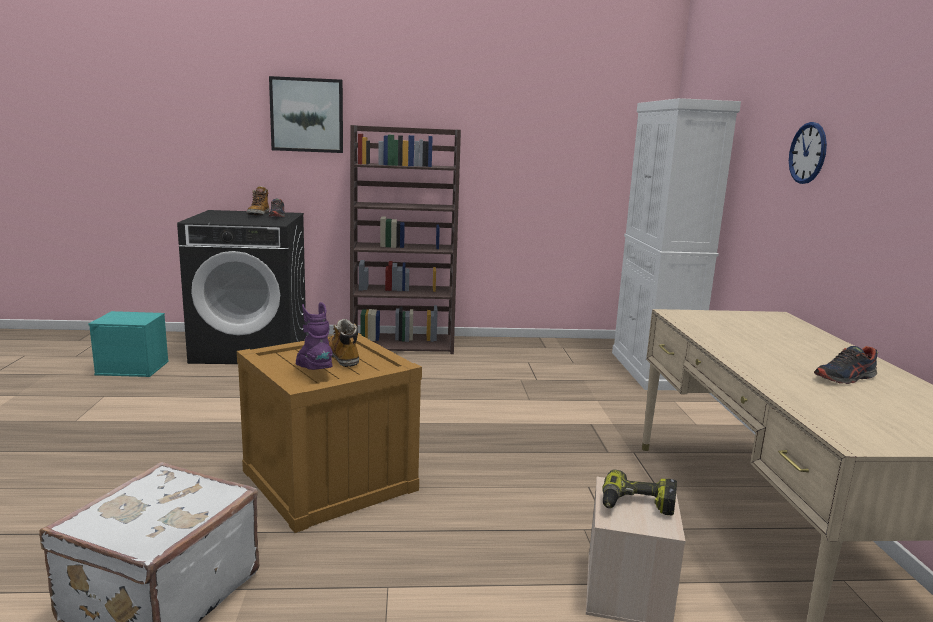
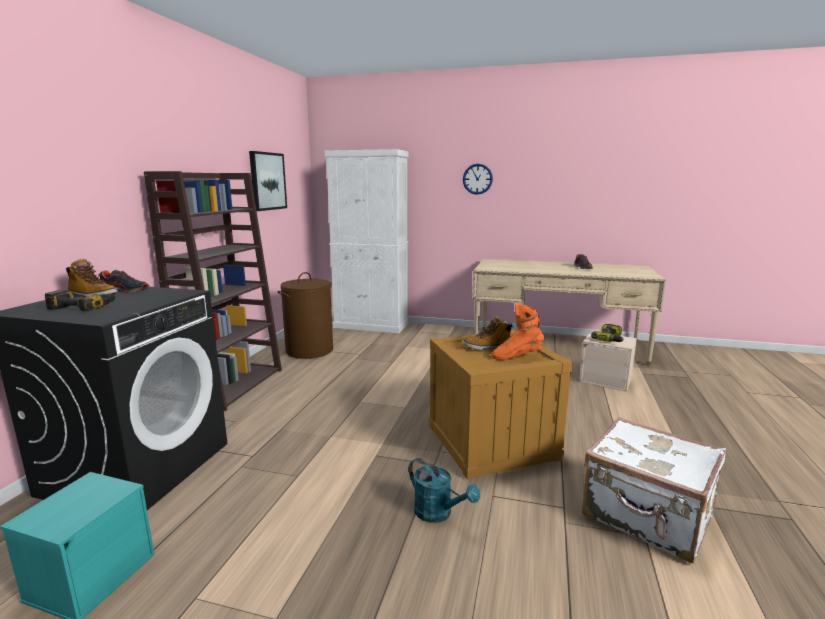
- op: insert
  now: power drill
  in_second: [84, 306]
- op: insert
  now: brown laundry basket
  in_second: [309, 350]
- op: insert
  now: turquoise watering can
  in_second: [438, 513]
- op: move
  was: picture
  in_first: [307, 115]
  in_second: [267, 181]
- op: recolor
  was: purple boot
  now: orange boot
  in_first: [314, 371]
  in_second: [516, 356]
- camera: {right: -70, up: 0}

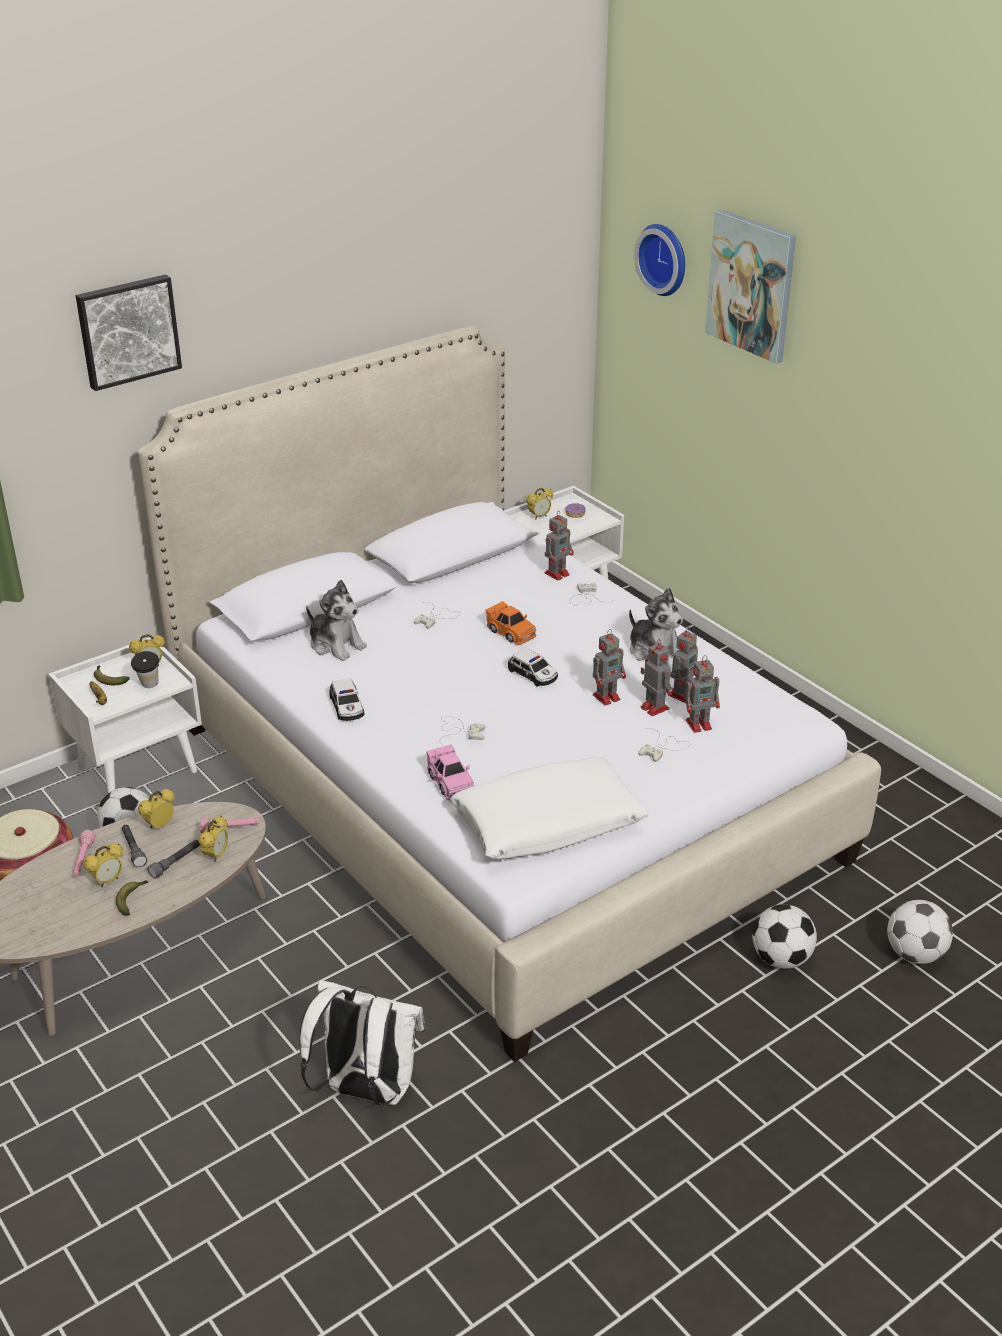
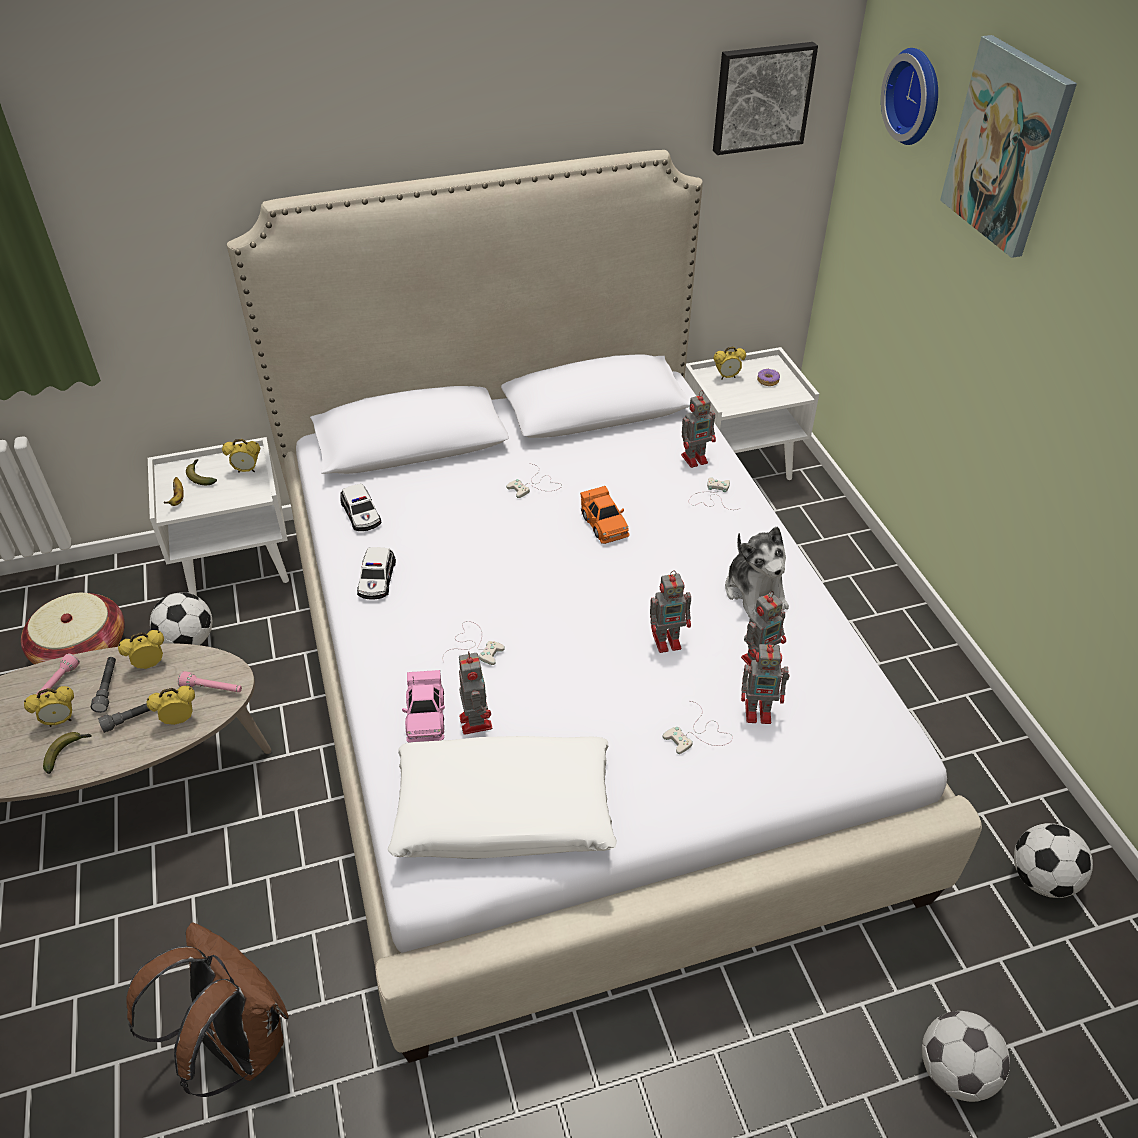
- op: delete
  was: cup
  in_first: [149, 687]
- op: delete
  was: plush toy
  in_first: [336, 645]
- op: move
  was: picture
  in_first: [127, 331]
  in_second: [761, 97]
- op: move
  was: toy car
  in_first: [533, 674]
  in_second: [361, 514]
- op: move
  was: toy robot
  in_first: [653, 707]
  in_second: [475, 720]
- op: move
  was: football
  in_first: [781, 959]
  in_second: [1041, 878]
- op: recolor
  was: white backpack
  now: brown backpack
  in_first: [365, 1090]
  in_second: [236, 1043]
- op: rotate
  was: alarm clock
  in_first: [216, 855]
  in_second: [179, 720]
  clockwise: -150
- camera: {right: 20, up: 10}

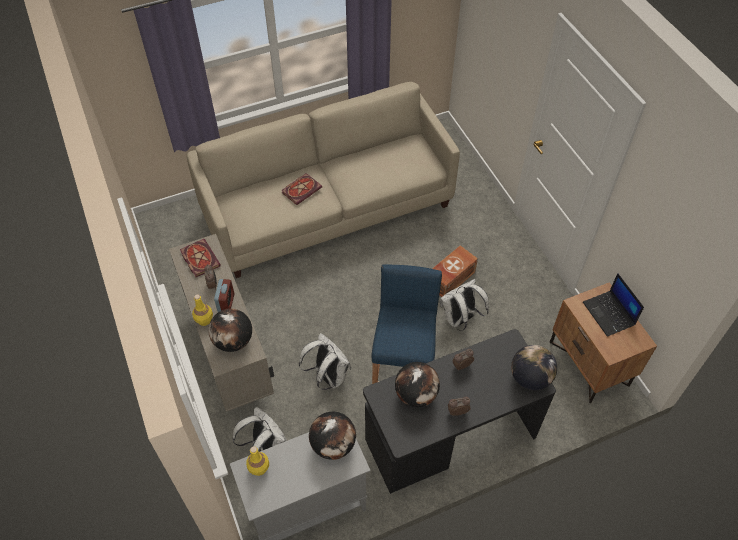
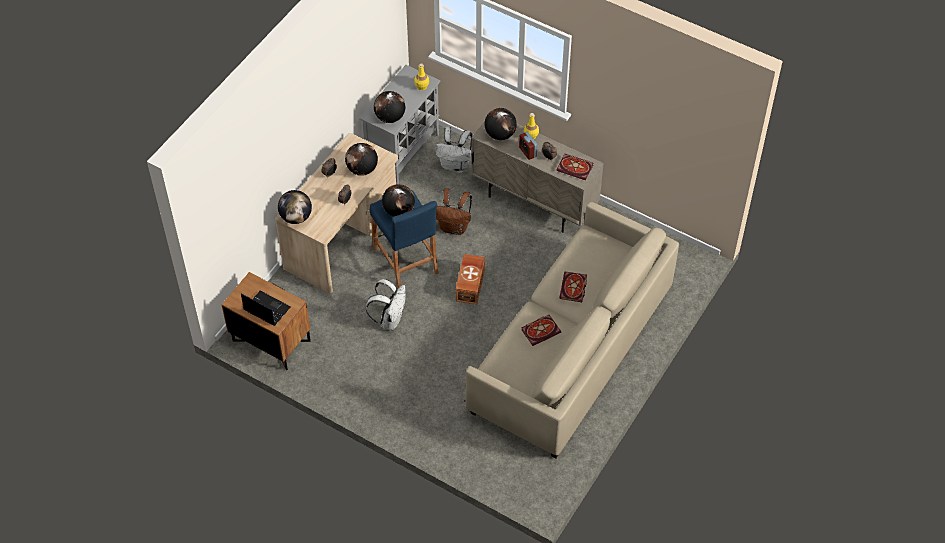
- op: insert
  now: globe
  in_second: [398, 211]
- op: insert
  now: book
  in_second: [541, 330]
- op: move
  was: brown storage box
  in_first: [450, 278]
  in_second: [471, 284]
- op: recolor
  was: white backpack
  now: brown backpack
  in_first: [328, 376]
  in_second: [454, 227]
- op: recolor
  was: black desk
  now: beige desk
  in_first: [450, 437]
  in_second: [342, 237]
- camera: {right: 145, up: 0}

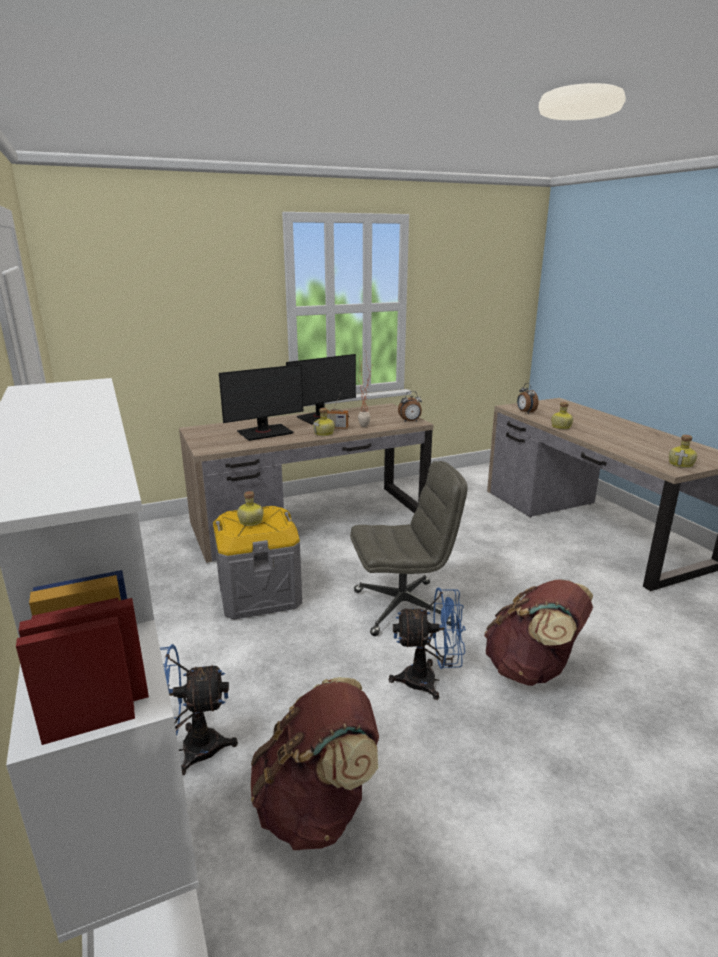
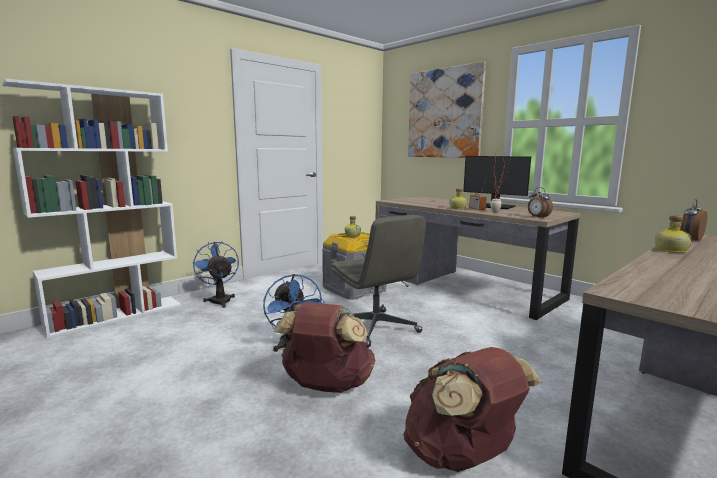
- op: delete
  was: monitor
  in_first: [264, 432]
- op: delete
  was: bottle
  in_first: [681, 464]
- op: insert
  now: picture
  in_second: [444, 113]
- op: move
  was: brown backpack
  in_first: [317, 807]
  in_second: [461, 456]
- camera: {right: 70, up: -10}

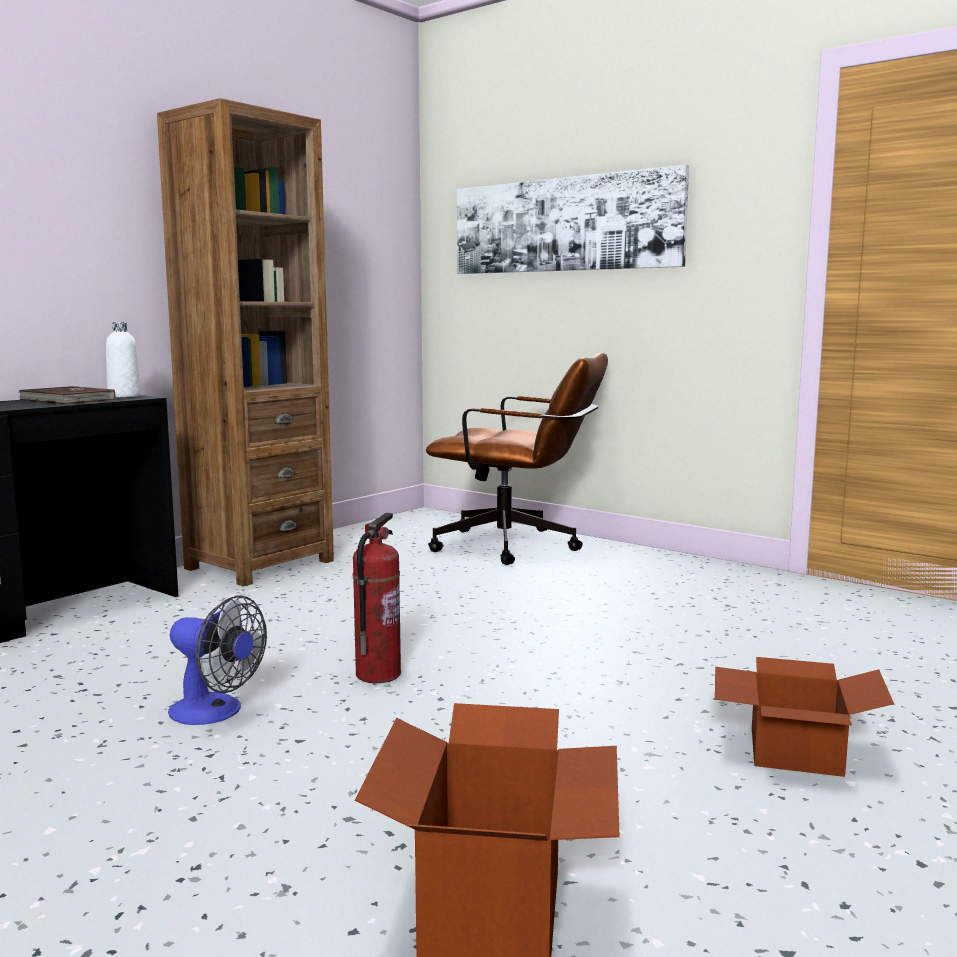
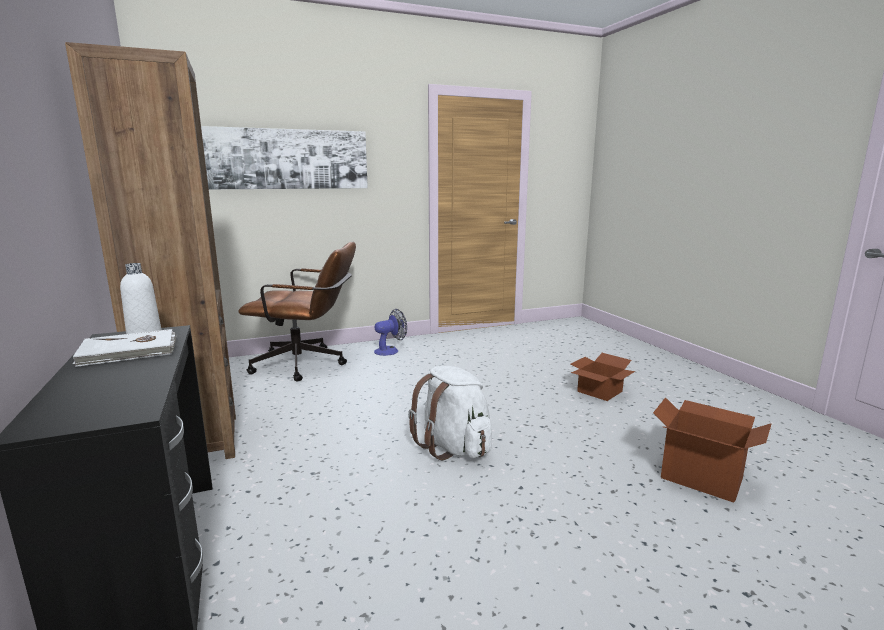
- op: move
  was: fan
  in_first: [215, 712]
  in_second: [390, 350]
- op: replace
  was: fire extinguisher
  now: white backpack
  in_first: [377, 674]
  in_second: [453, 447]
- op: recolor
  was: brown book
  now: white book
  in_first: [66, 400]
  in_second: [129, 352]
- op: rotate
  was: brown office chair
  in_first: [518, 547]
  in_second: [307, 365]
  clockwise: 45
- camera: {right: -60, up: 5}

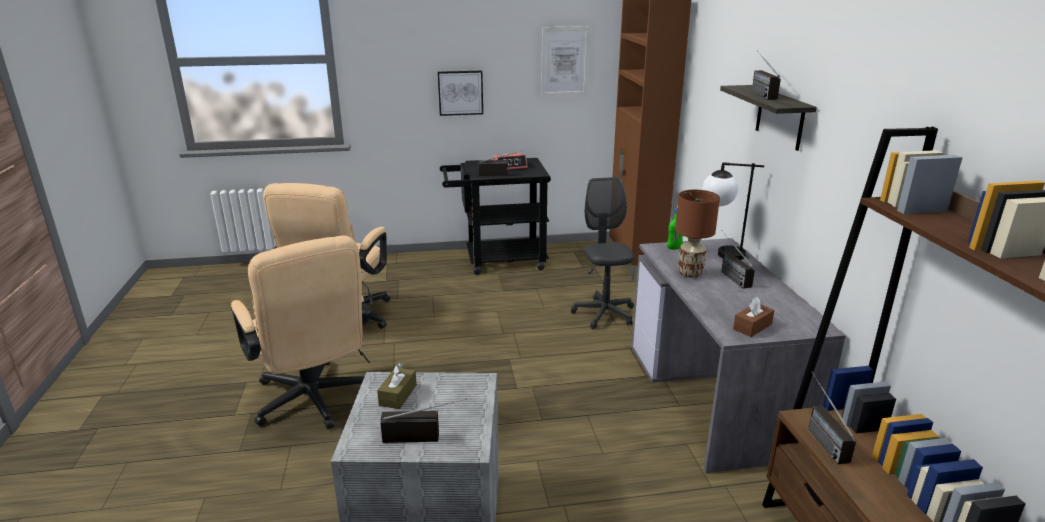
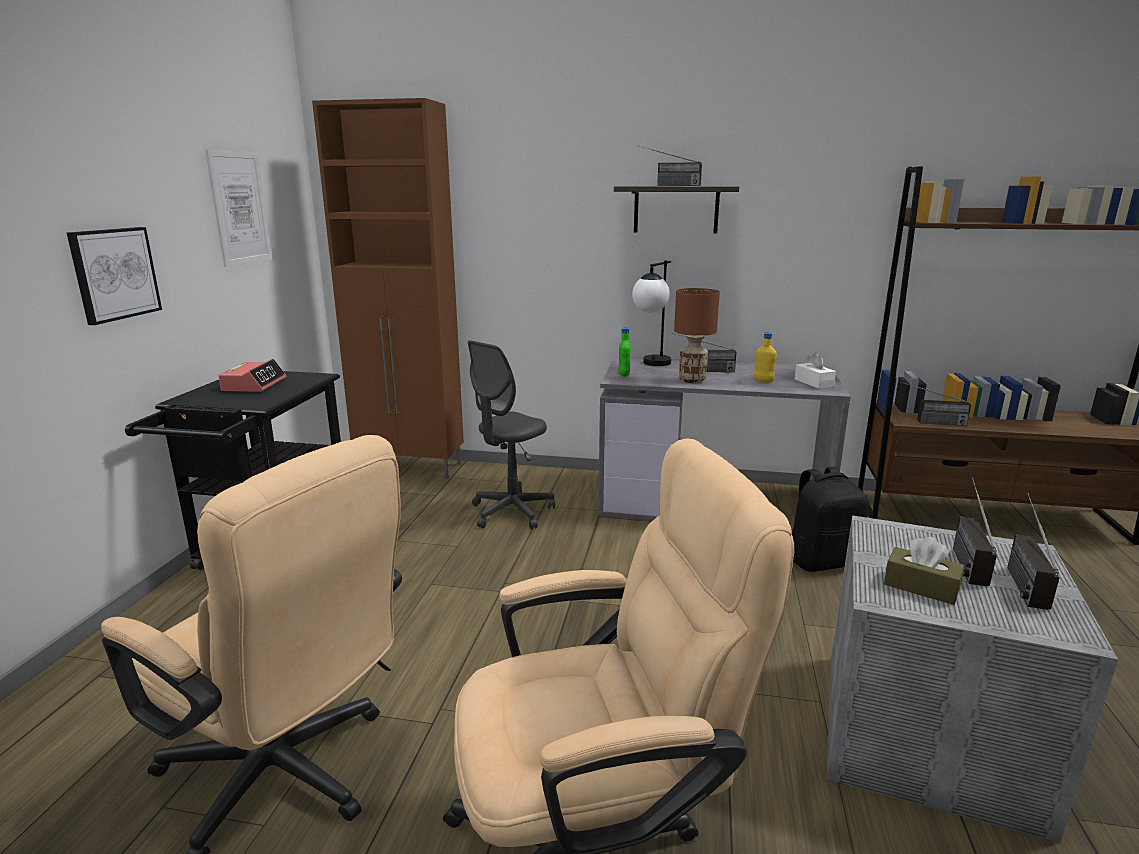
- op: insert
  now: yellow bottle
  in_second: [763, 381]
- op: insert
  now: black backpack
  in_second: [822, 561]
- op: move
  was: radio
  in_first: [500, 174]
  in_second: [963, 556]
- op: recolor
  was: brown tissue box
  now: white tissue box
  in_first: [752, 327]
  in_second: [813, 383]
- op: rotate
  was: grey office chair
  in_first: [604, 314]
  in_second: [512, 512]
  clockwise: -60
- camera: {right: -70, up: -5}

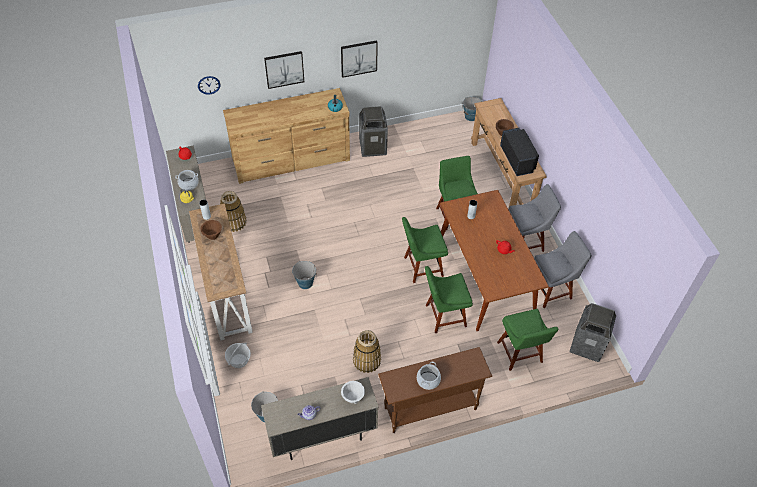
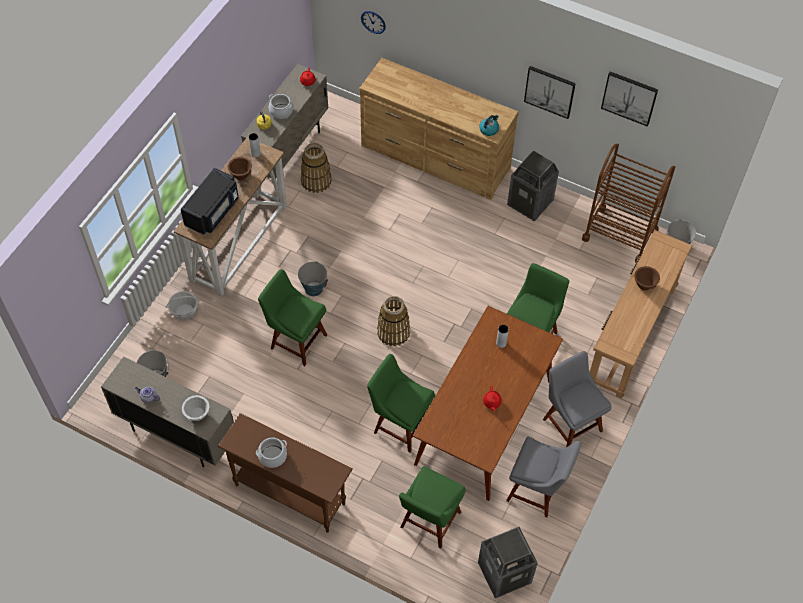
- op: insert
  now: brown cart
  in_second: [619, 235]
- op: move
  was: picture
  in_first: [284, 69]
  in_second: [629, 98]
- op: move
  was: basket
  in_first: [366, 360]
  in_second: [393, 332]
- op: move
  was: green chair
  in_first: [421, 267]
  in_second: [296, 340]
- op: move
  was: black microwave
  in_first: [517, 159]
  in_second: [213, 211]
- op: rotate
  was: grey chair
  in_first: [525, 241]
  in_second: [570, 422]
  clockwise: -150
- camera: {right: 45, up: 5}

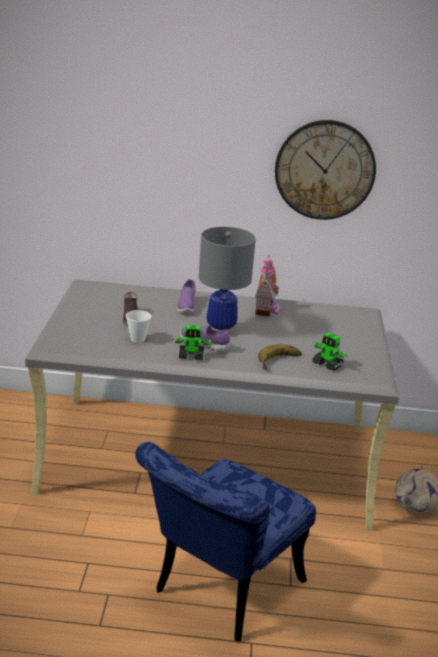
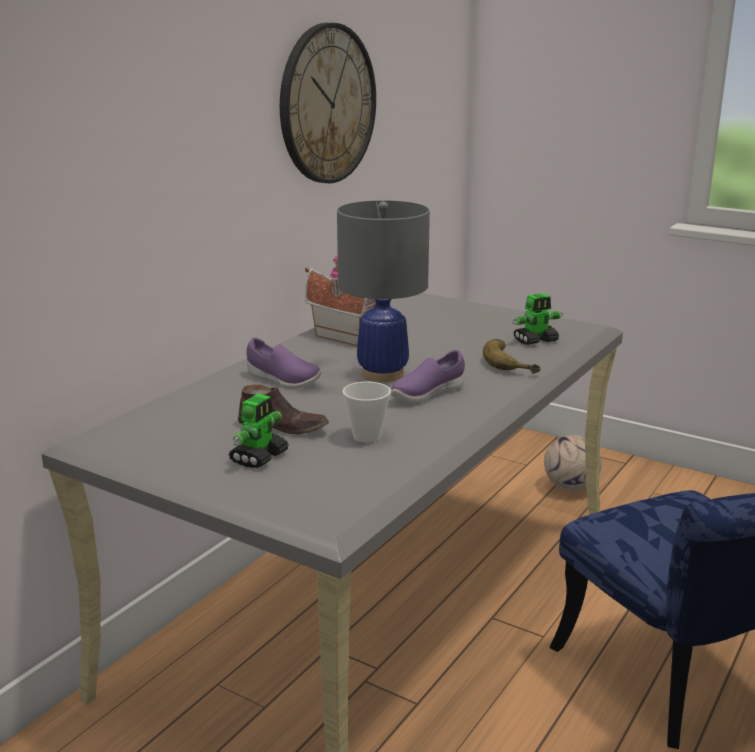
- op: move
  was: toy robot
  in_first: [191, 356]
  in_second: [259, 457]
- camera: {right: -60, up: -5}

